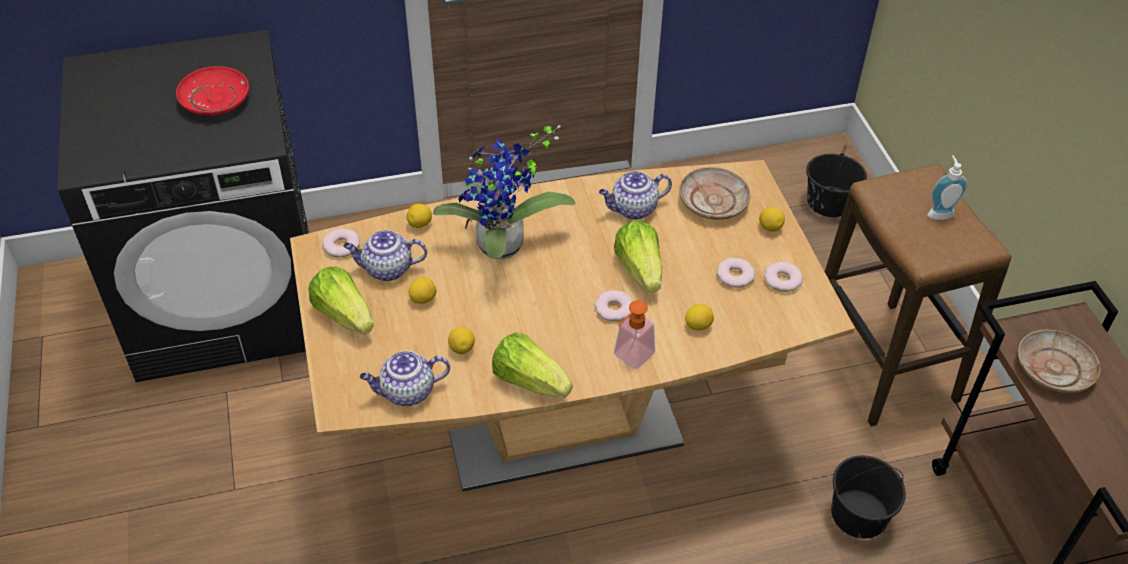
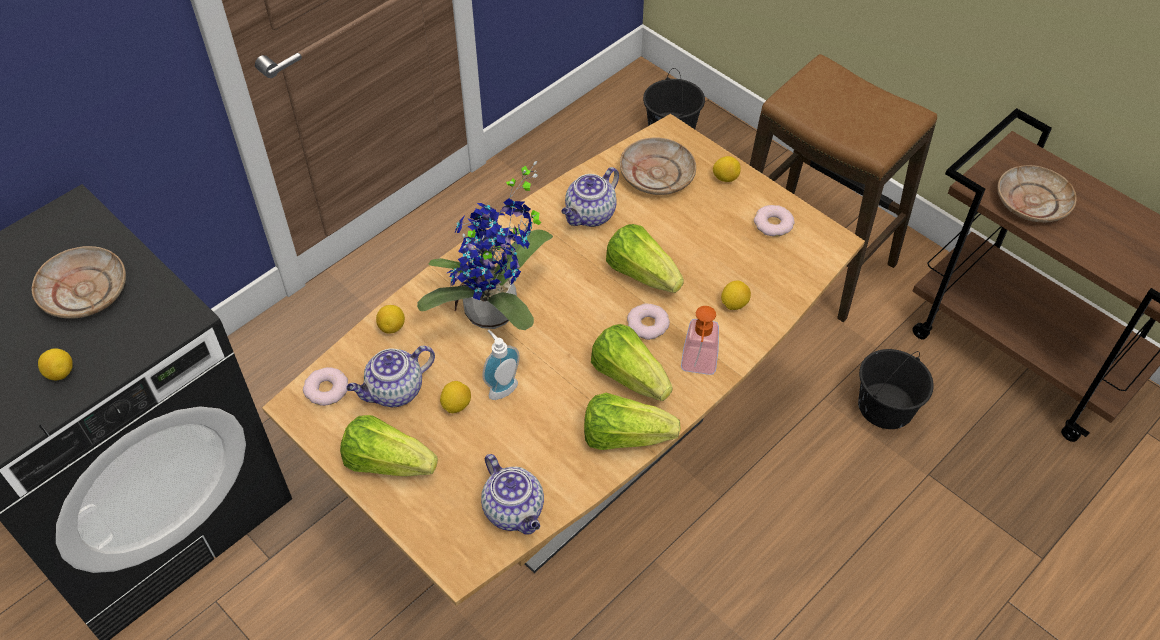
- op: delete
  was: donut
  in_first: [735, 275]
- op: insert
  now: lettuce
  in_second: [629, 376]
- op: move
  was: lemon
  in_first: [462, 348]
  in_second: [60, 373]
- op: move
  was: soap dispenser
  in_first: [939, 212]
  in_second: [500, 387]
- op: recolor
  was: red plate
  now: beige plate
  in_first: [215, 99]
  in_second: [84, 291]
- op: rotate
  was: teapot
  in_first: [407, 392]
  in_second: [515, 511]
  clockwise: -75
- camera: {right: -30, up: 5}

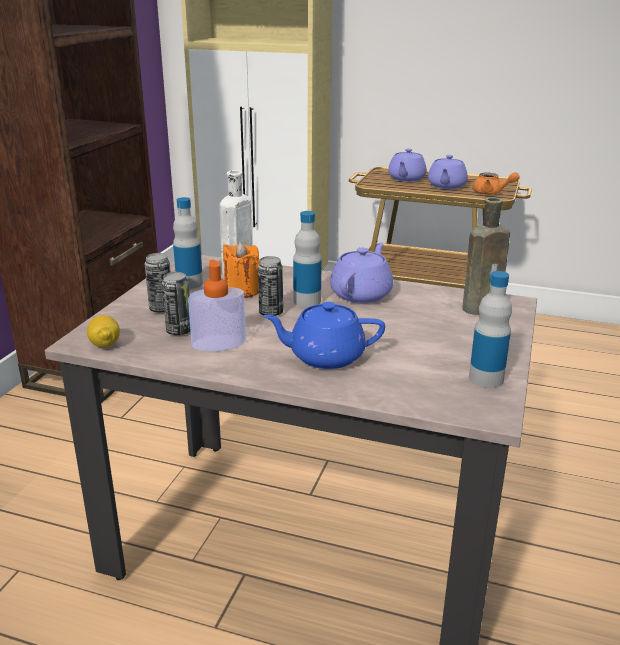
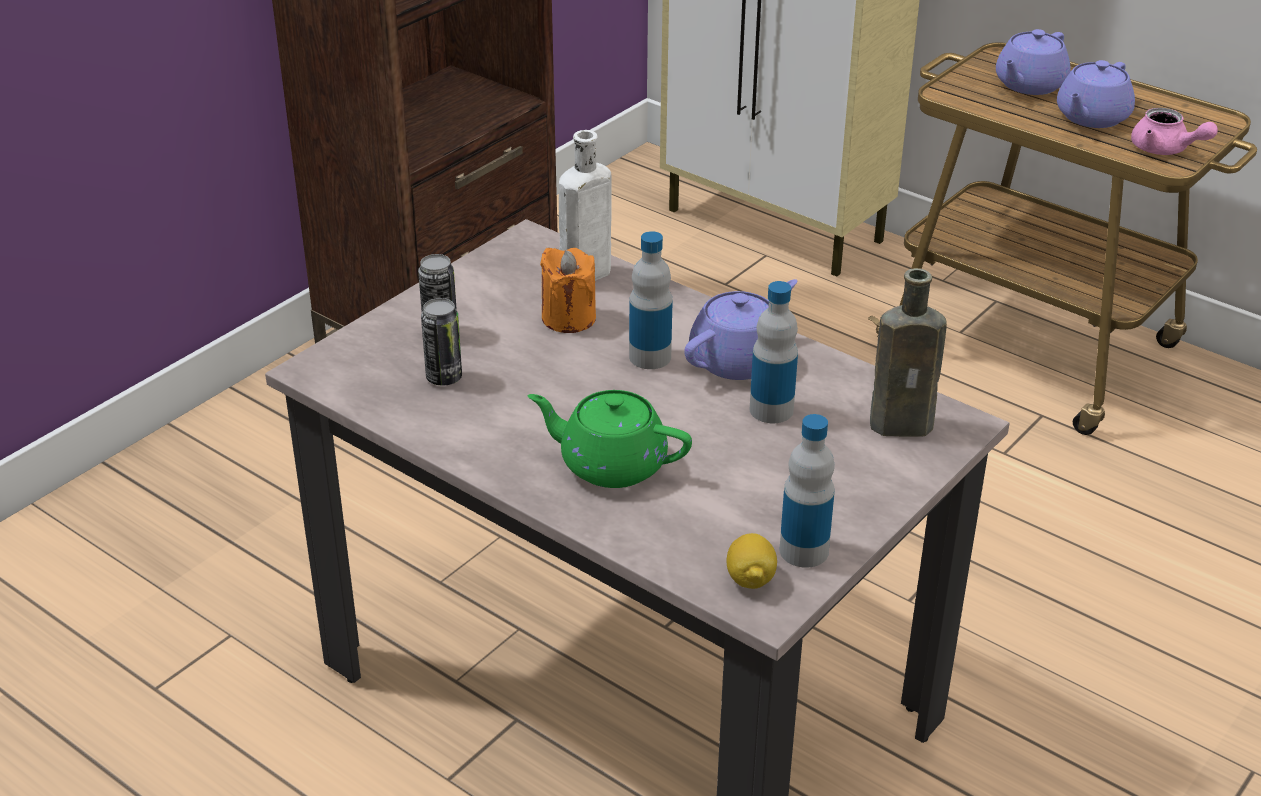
- op: delete
  was: soap dispenser
  in_first: [219, 343]
- op: delete
  was: can
  in_first: [271, 313]
- op: move
  was: lemon
  in_first: [105, 344]
  in_second: [750, 579]
- op: move
  was: bottle
  in_first: [189, 283]
  in_second: [771, 410]
- op: recolor
  was: blue teapot
  now: green teapot
  in_first: [325, 356]
  in_second: [610, 464]
- op: recolor
  was: orange teapot
  now: pink teapot
  in_first: [491, 193]
  in_second: [1165, 150]
- camera: {right: 20, up: 10}

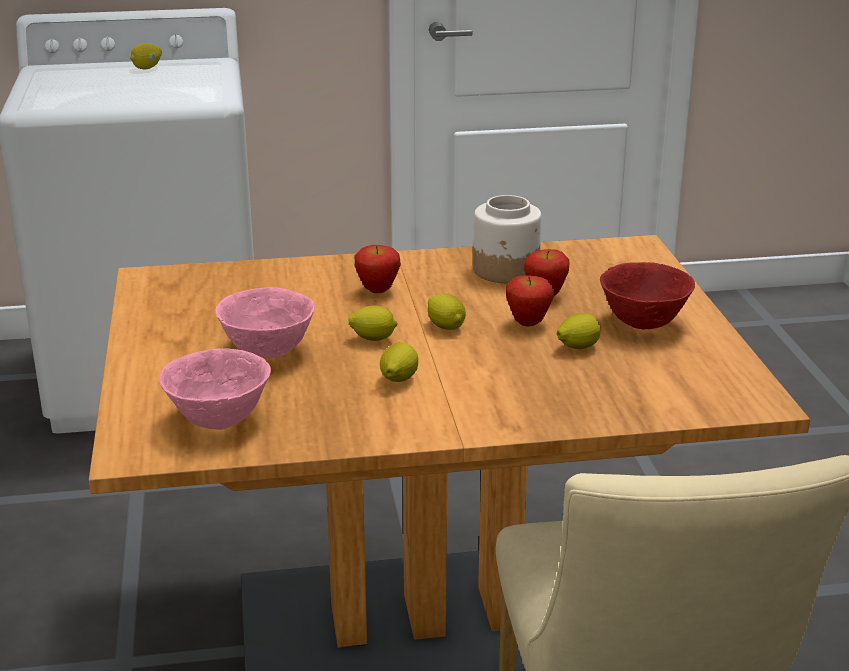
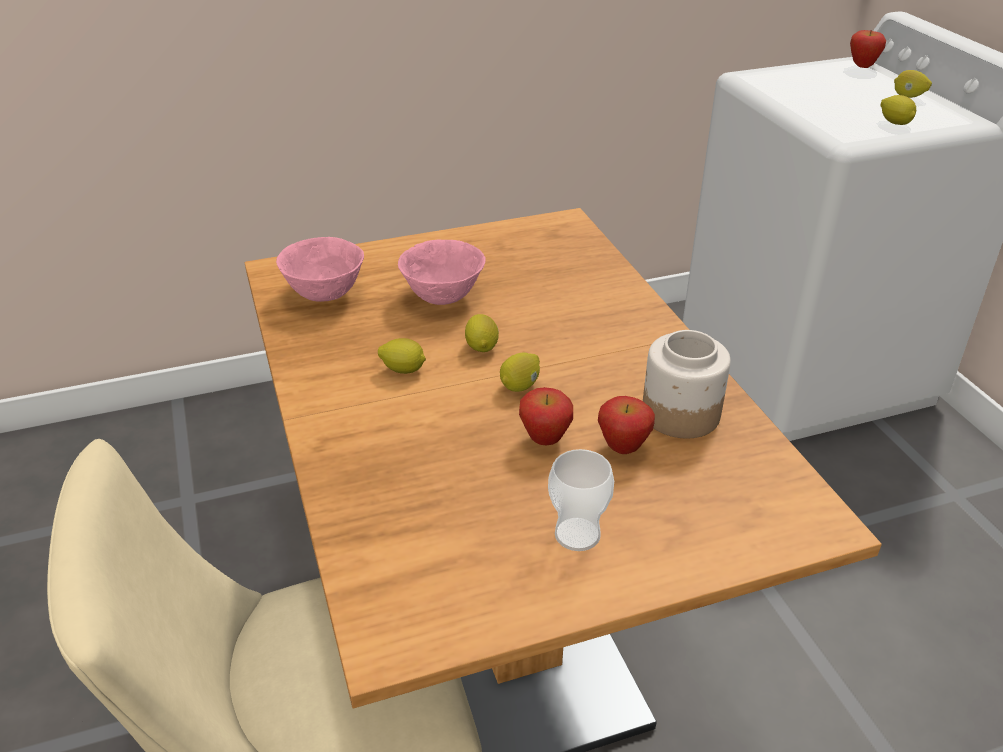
- op: move
  was: apple
  in_first: [378, 291]
  in_second: [862, 66]
- op: move
  was: lemon
  in_first: [577, 347]
  in_second: [895, 123]
- op: replace
  was: red bowl
  now: cup
  in_first: [644, 323]
  in_second: [577, 534]
- camera: {right: 80, up: 10}

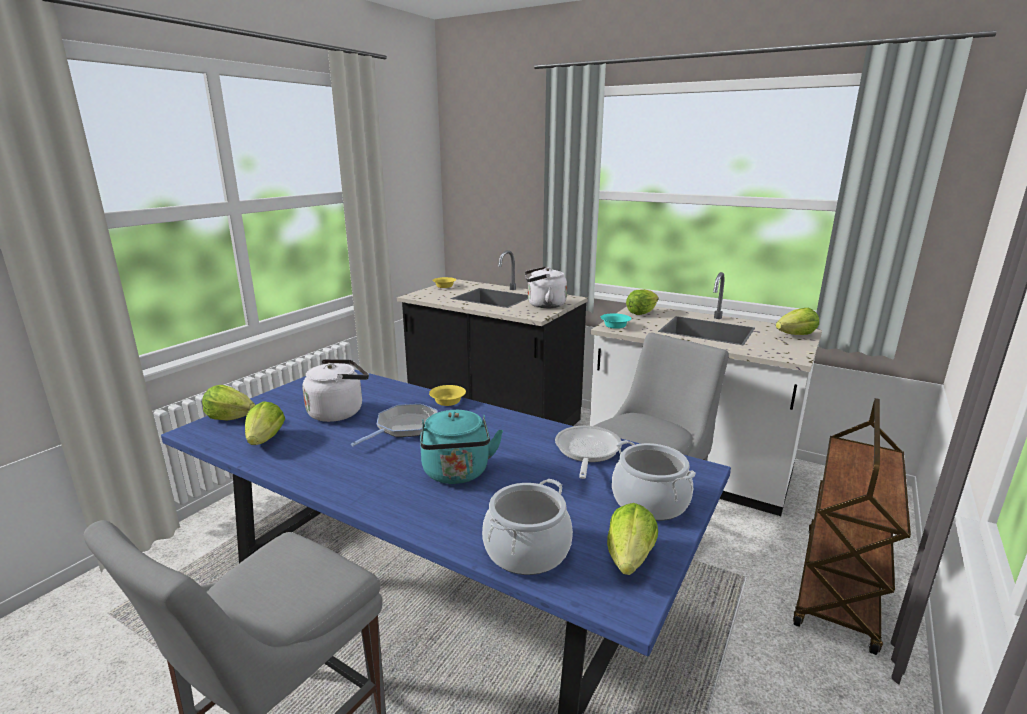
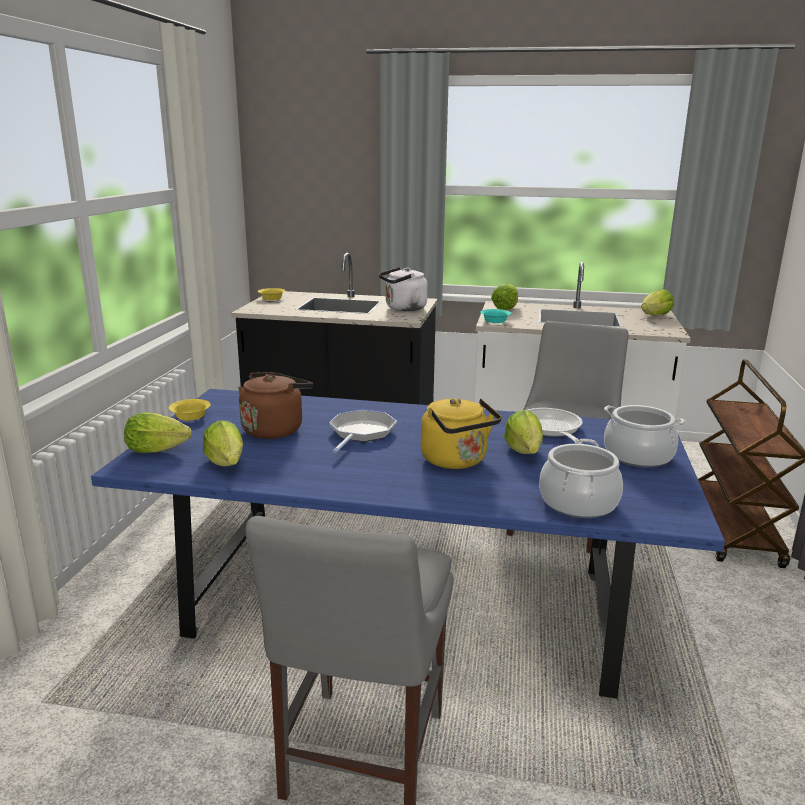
- op: move
  was: yellow bowl
  in_first: [447, 402]
  in_second: [189, 417]
- op: move
  was: lettuce
  in_first: [630, 558]
  in_second: [524, 451]
- op: recolor
  was: white kettle
  now: brown kettle
  in_first: [339, 412]
  in_second: [275, 429]
- op: recolor
  was: turquoise kettle
  now: yellow kettle
  in_first: [457, 474]
  in_second: [457, 461]
- camera: {right: -20, up: 0}

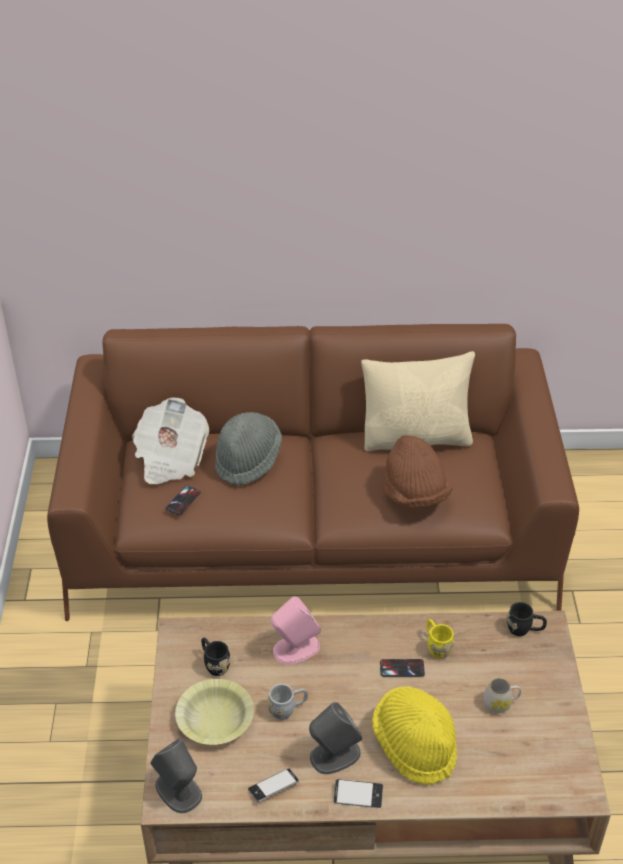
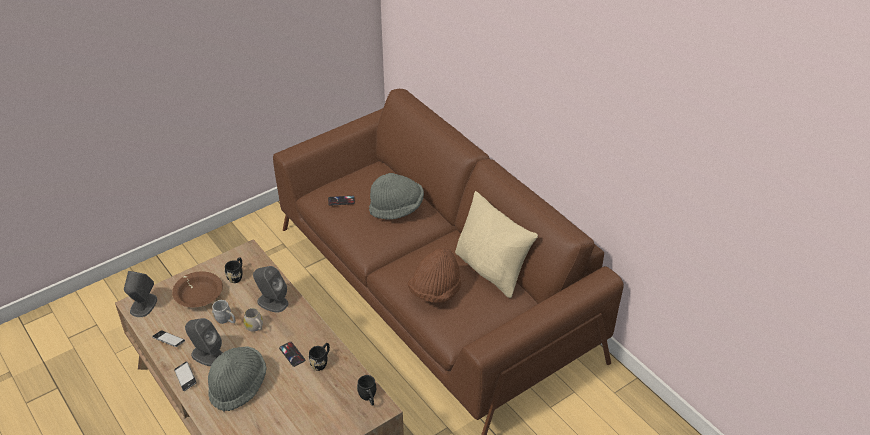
- op: delete
  was: newspaper
  in_first: [170, 458]
- op: move
  was: white mug
  in_first: [500, 703]
  in_second: [255, 327]
- op: recolor
  was: yellow bowl
  now: brown bowl
  in_first: [215, 719]
  in_second: [199, 295]
- op: recolor
  was: pink speaker
  now: grey speaker
  in_first: [295, 648]
  in_second: [272, 302]
- op: recolor
  was: yellow hat
  now: grey hat
  in_first: [415, 745]
  in_second: [238, 386]
- op: recolor
  was: yellow mug
  now: black mug
  in_first: [436, 646]
  in_second: [321, 362]
- camera: {right: 55, up: 0}

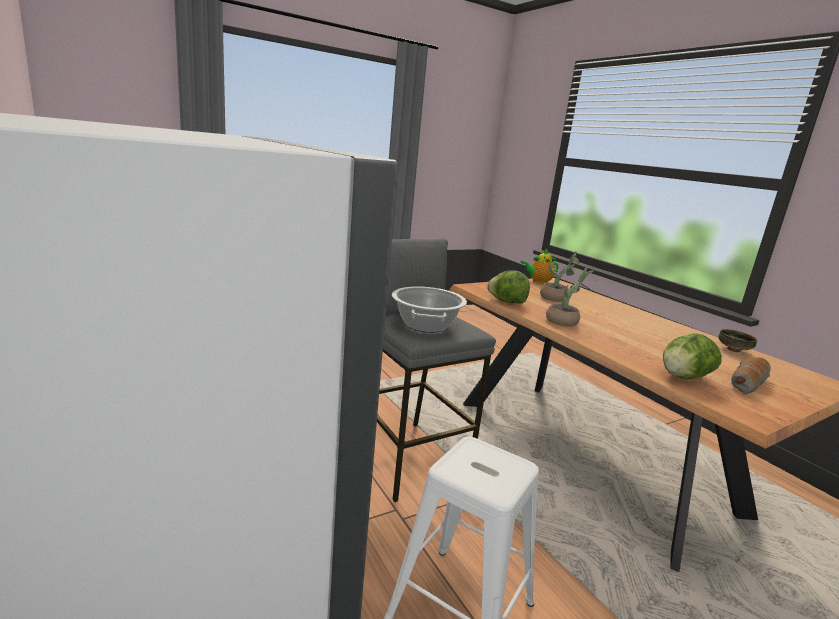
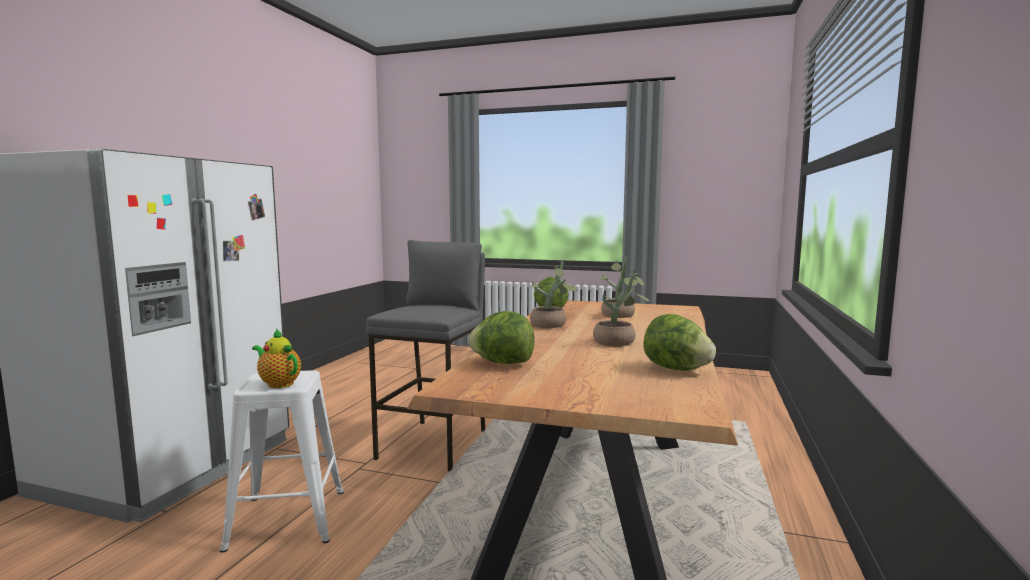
- op: delete
  was: cooking pot
  in_first: [425, 325]
- op: delete
  was: bread
  in_first: [748, 382]
- op: insert
  now: potted plant
  in_second: [619, 342]
- op: move
  was: teapot
  in_first: [538, 281]
  in_second: [278, 384]
- op: replace
  was: bowl
  now: lettuce
  in_first: [733, 350]
  in_second: [676, 369]
- camera: {right: 50, up: -10}

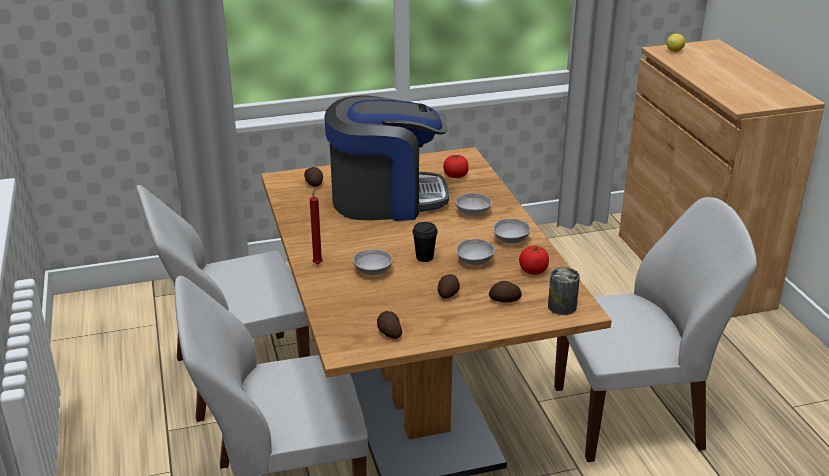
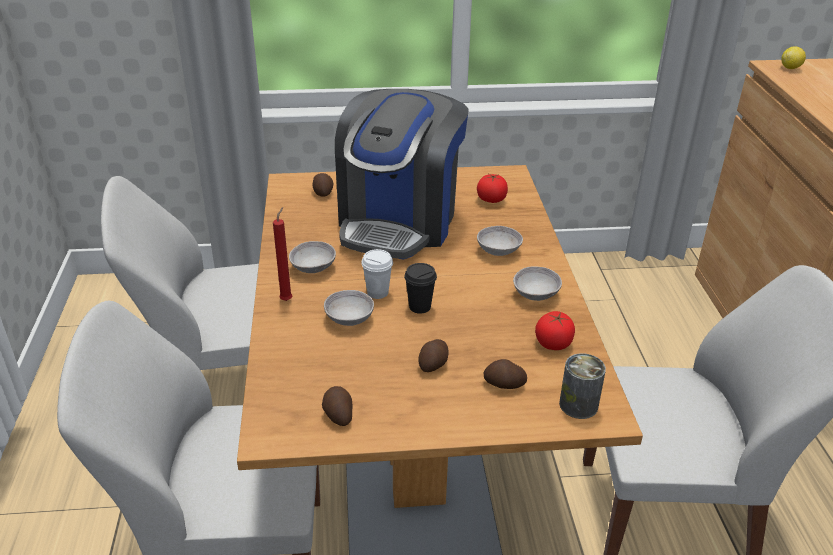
- op: insert
  now: white cup
  in_second: [377, 292]
- op: move
  was: grey bowl
  in_first: [475, 261]
  in_second: [313, 267]
- op: rotate
  was: coffee machine
  in_first: [386, 199]
  in_second: [399, 221]
  clockwise: 105
- camera: {right: 10, up: 5}

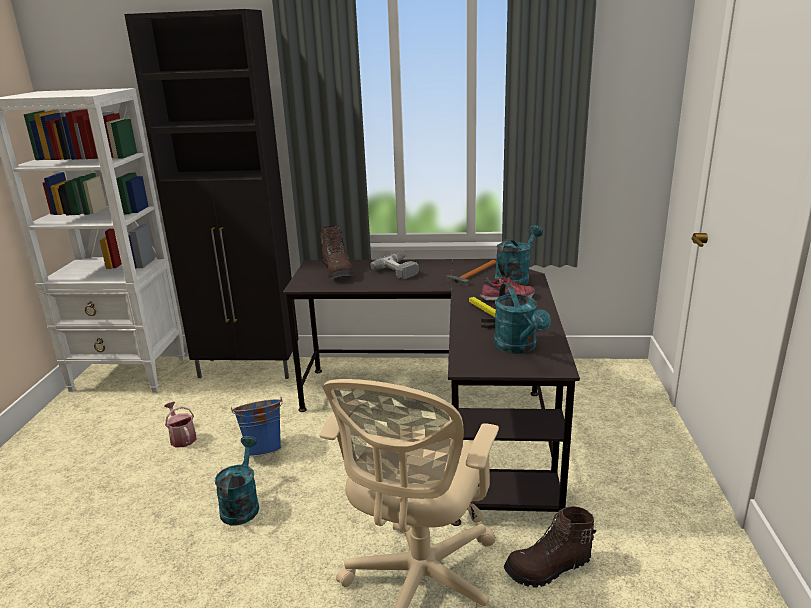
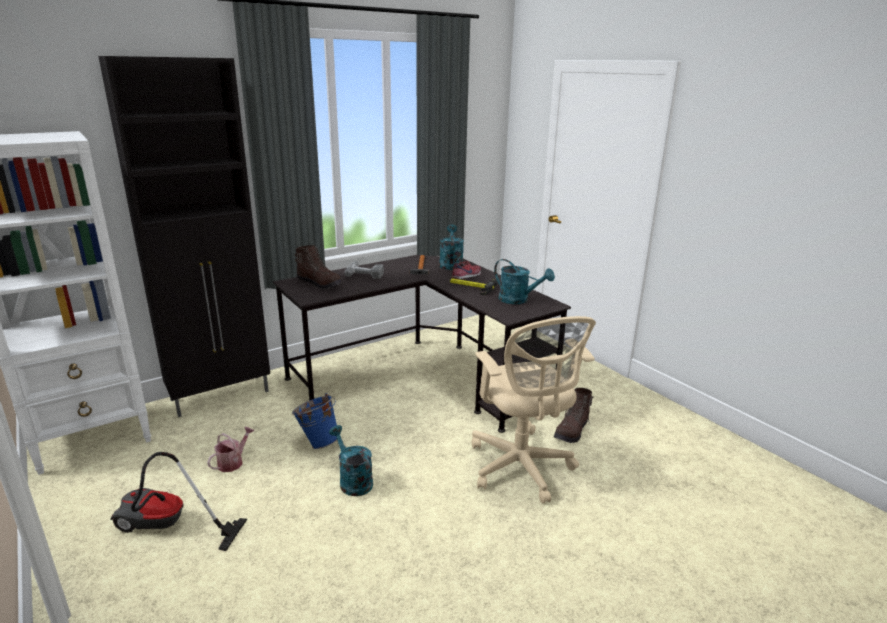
- op: insert
  now: vacuum cleaner
  in_second: [167, 528]
- op: rotate
  was: watering can
  in_first: [182, 438]
  in_second: [233, 462]
  clockwise: 105
- camera: {right: -40, up: 0}

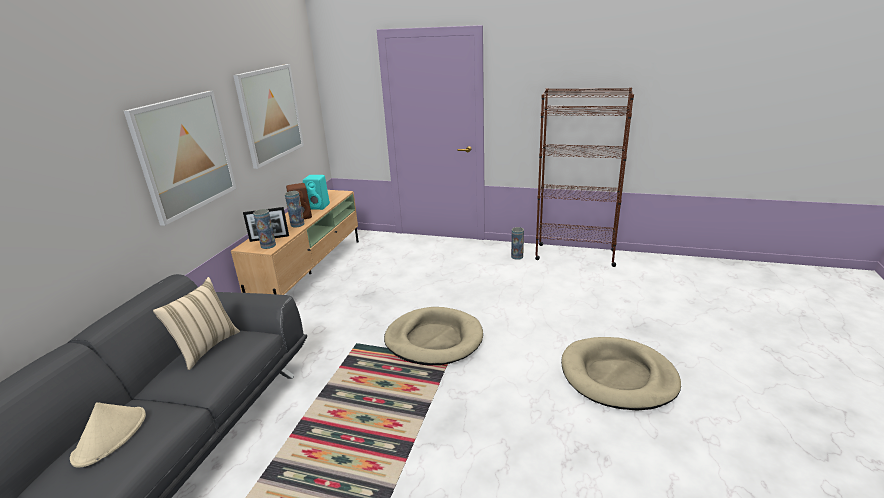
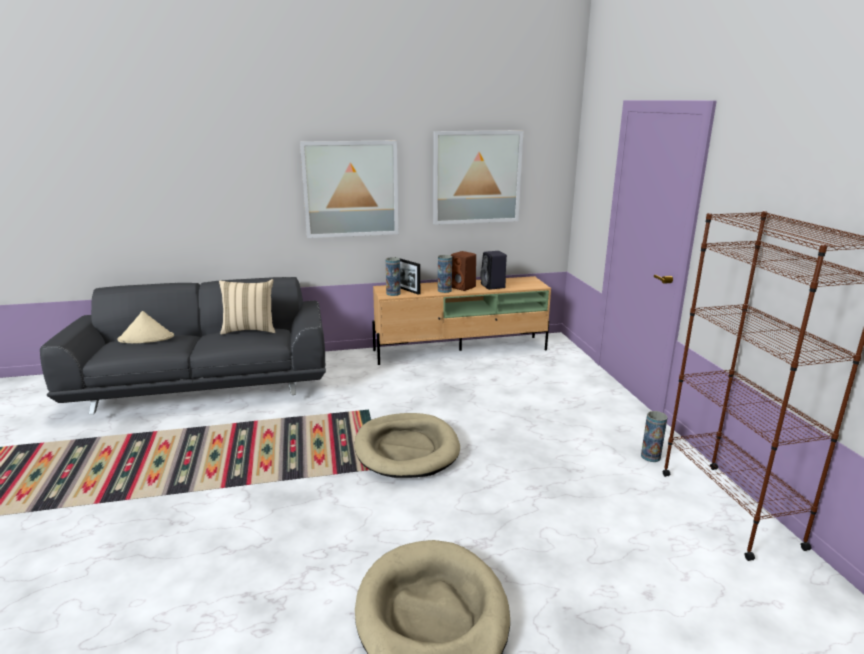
- op: recolor
  was: turquoise speaker
  now: black speaker
  in_first: [319, 206]
  in_second: [493, 286]
- camera: {right: 60, up: -5}

